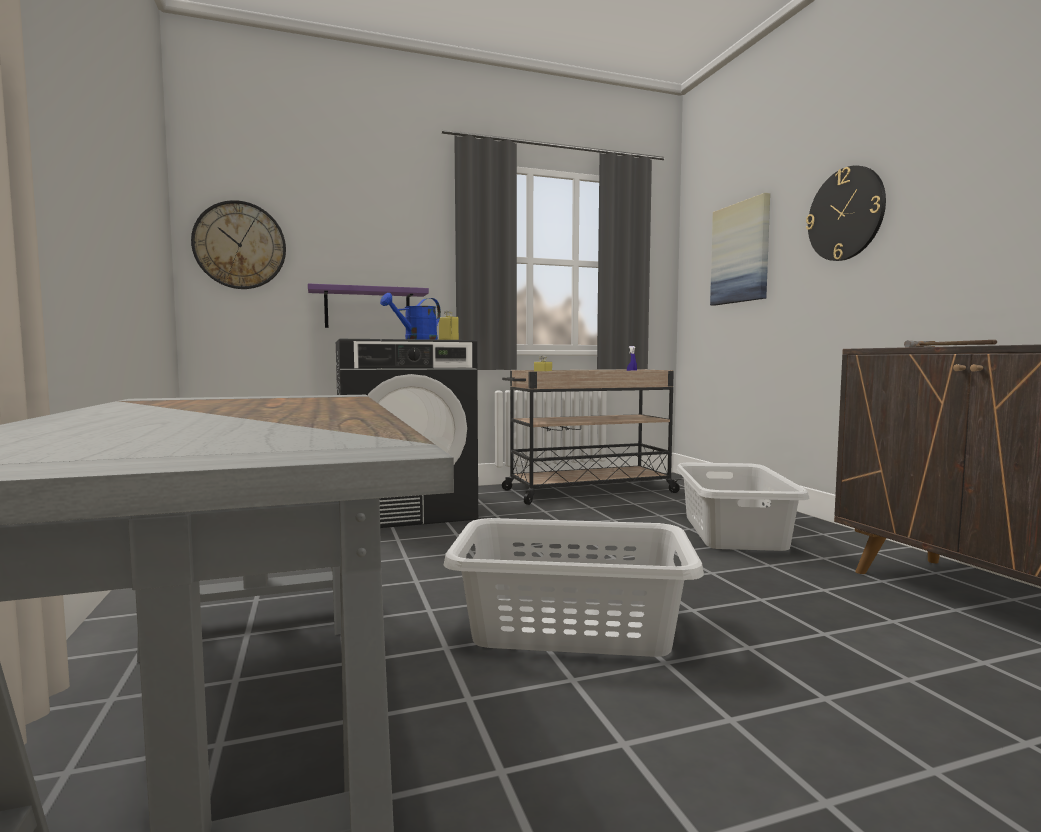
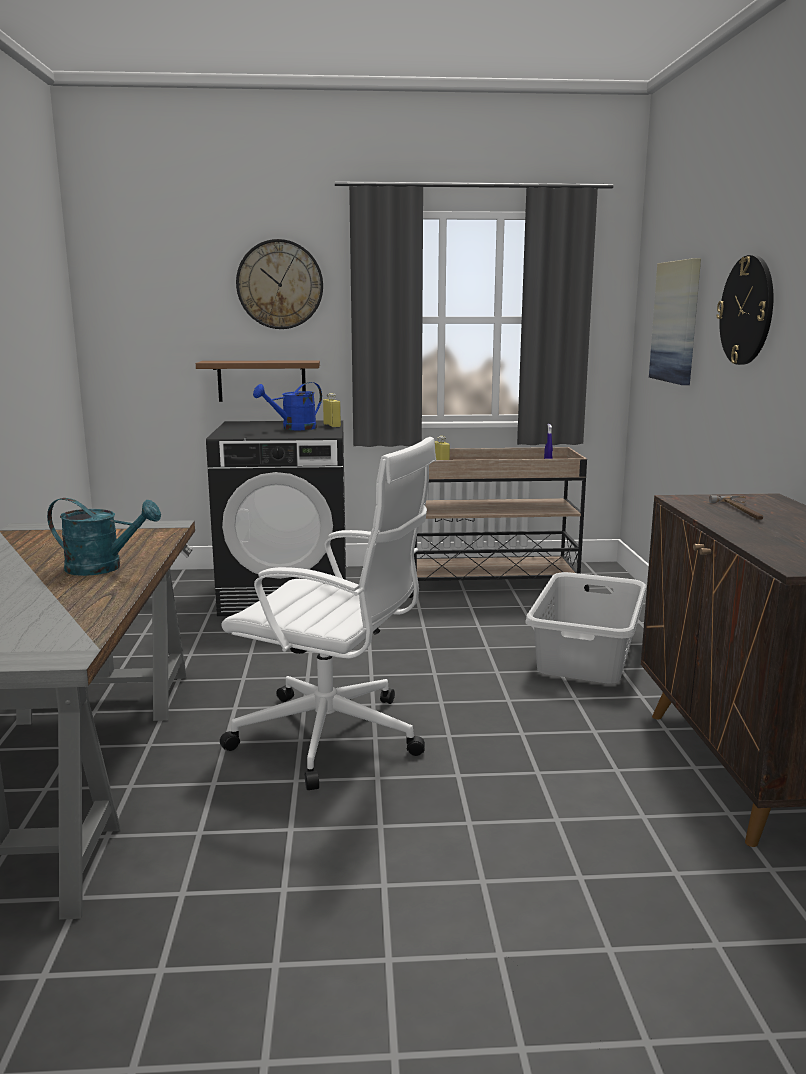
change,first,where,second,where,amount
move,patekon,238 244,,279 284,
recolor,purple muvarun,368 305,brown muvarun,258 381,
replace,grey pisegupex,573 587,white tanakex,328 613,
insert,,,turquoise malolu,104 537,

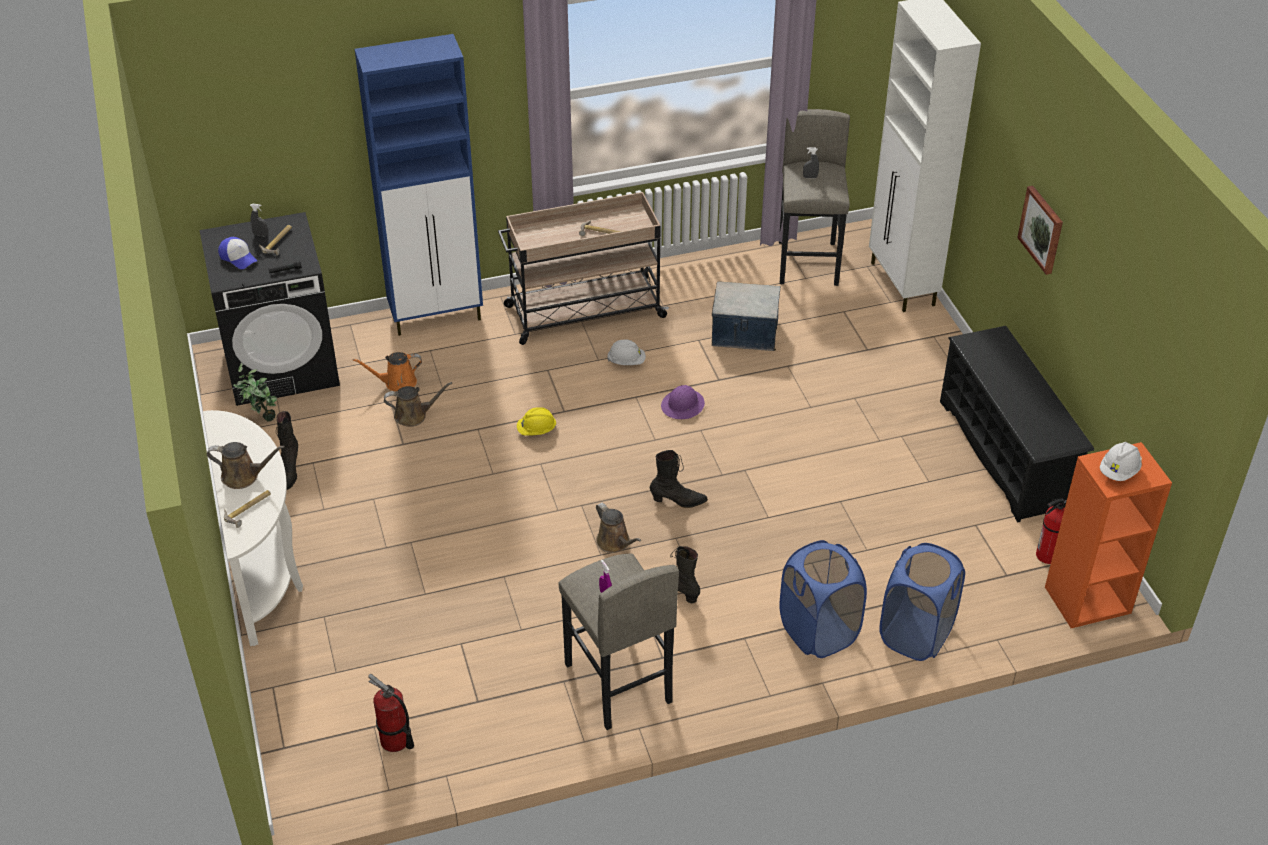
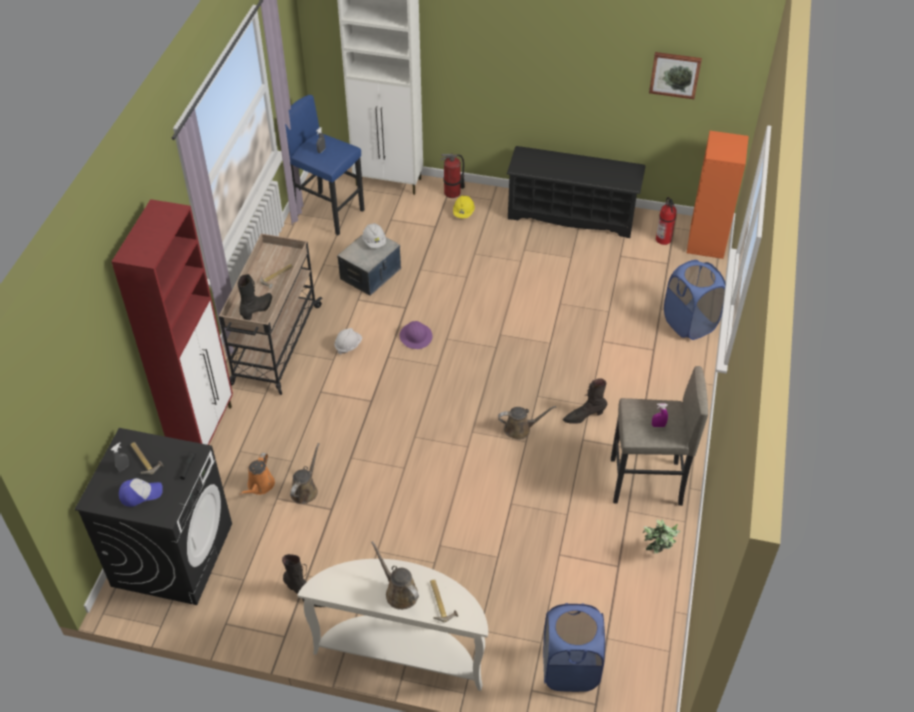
change,first,where,second,where,amount
recolor,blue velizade,419 185,red velizade,172 322,
recolor,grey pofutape,814 197,blue pofutape,324 165,
move,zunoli,1040 230,,675 75,
move,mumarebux,255 392,,662 537,
move,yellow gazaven,537 421,,464 206,
rotate,brown malolu,246 465,,395 575,75 degrees counterclockwise
move,white gazaven,1121 461,,374 235,
move,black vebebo,679 479,,255 297,
move,blue pisegupex,823 599,,574 647,
move,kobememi,391 713,,453 175,

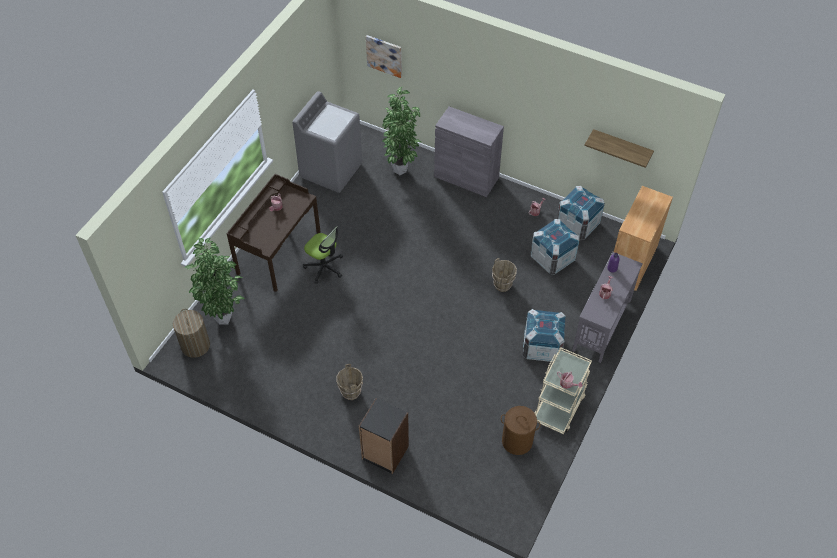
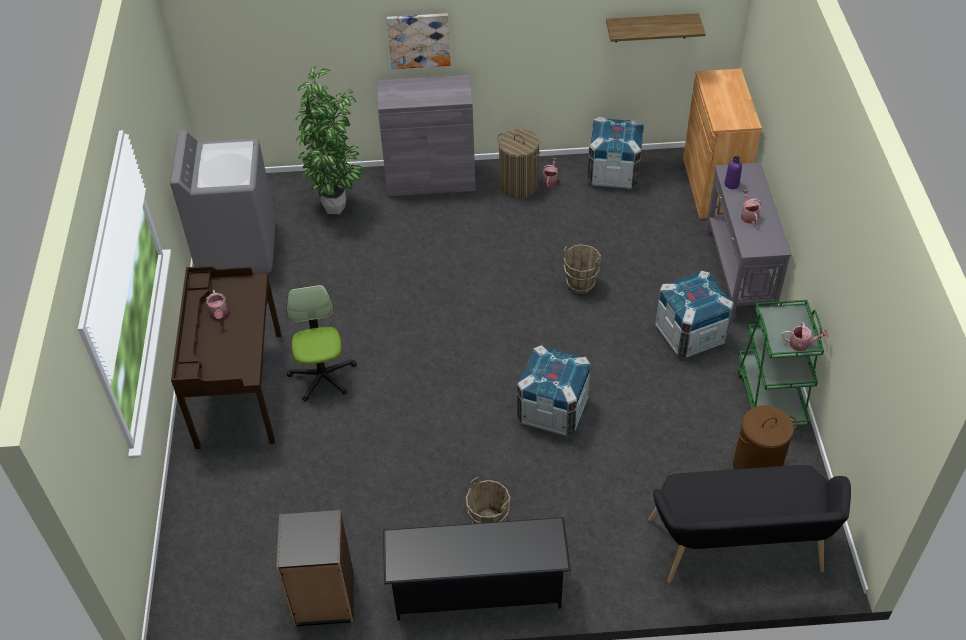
change,first,where,second,where,amount
move,zunoli,384 56,,419 41,
move,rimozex,555 246,,554 390,
rotate,tanakex,323 255,,322 343,105 degrees counterclockwise
delete,mumarebux,214 281,,,
move,pisegupex,191 333,,519 163,
recolor,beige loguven,563 390,green loguven,781 363,
move,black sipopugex,384 436,,315 568,
insert,,,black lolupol,749 524,
insert,,,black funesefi,477 568,

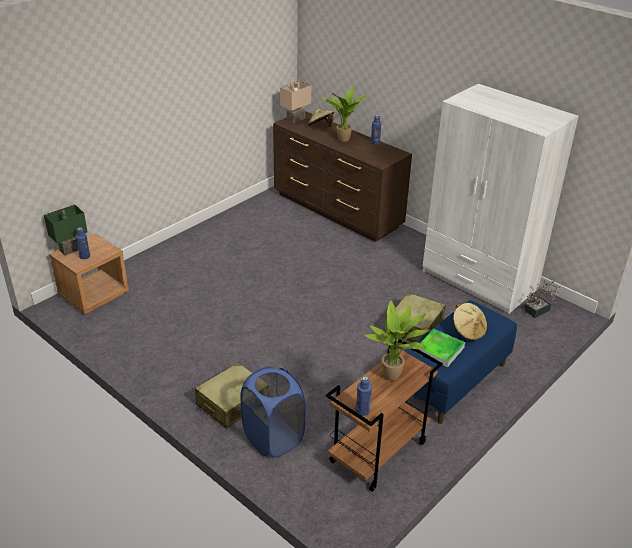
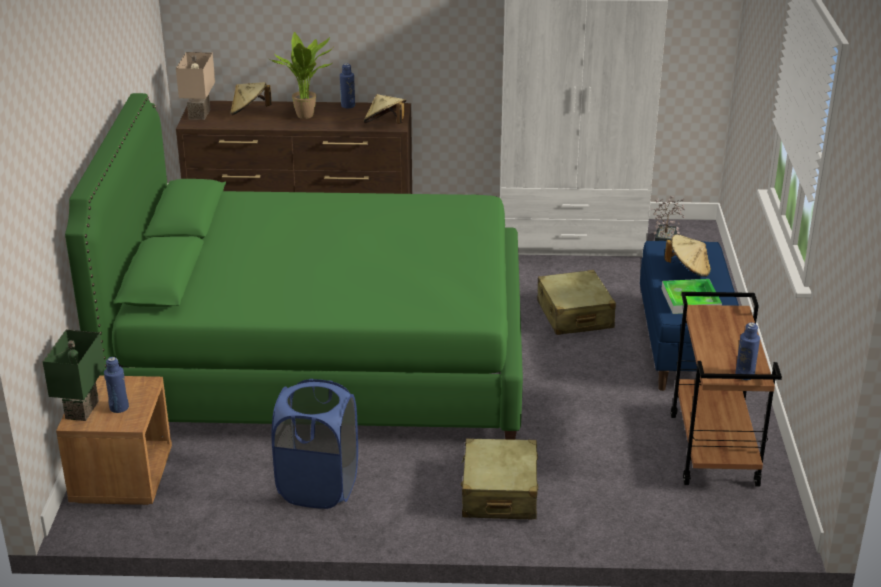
change,first,where,second,where,amount
delete,mumarebux,397 341,,,
move,blue pisegupex,272 412,,314 444,
insert,,,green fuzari,294 266,
insert,,,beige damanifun,385 109,

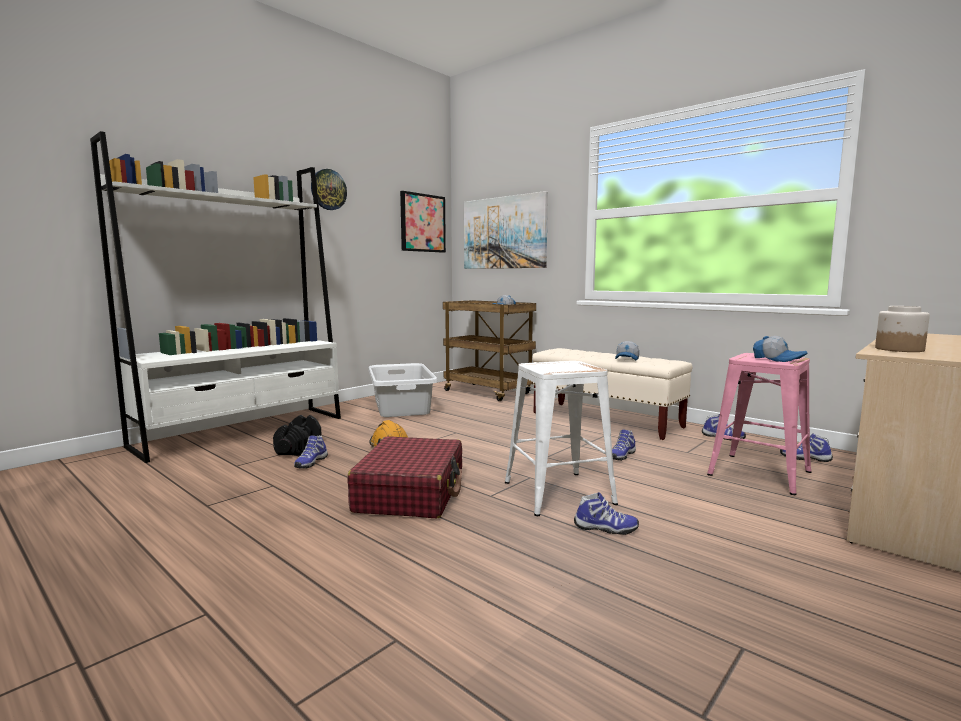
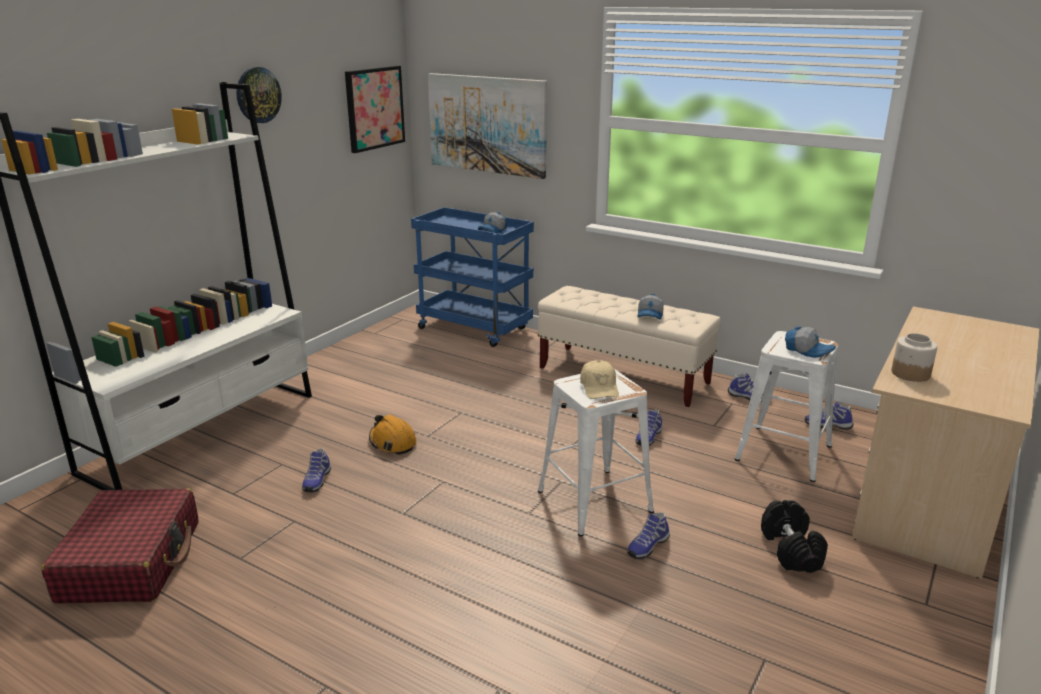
change,first,where,second,where,amount
recolor,brown loguven,489 350,blue loguven,472 277,
recolor,pink pofutape,759 424,white pofutape,786 406,
delete,grey pisegupex,403 390,,,
move,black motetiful,297 435,,794 536,
move,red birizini,405 477,,119 545,
rotate,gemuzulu,606 513,,648 536,135 degrees clockwise
insert,,,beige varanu,599 379,

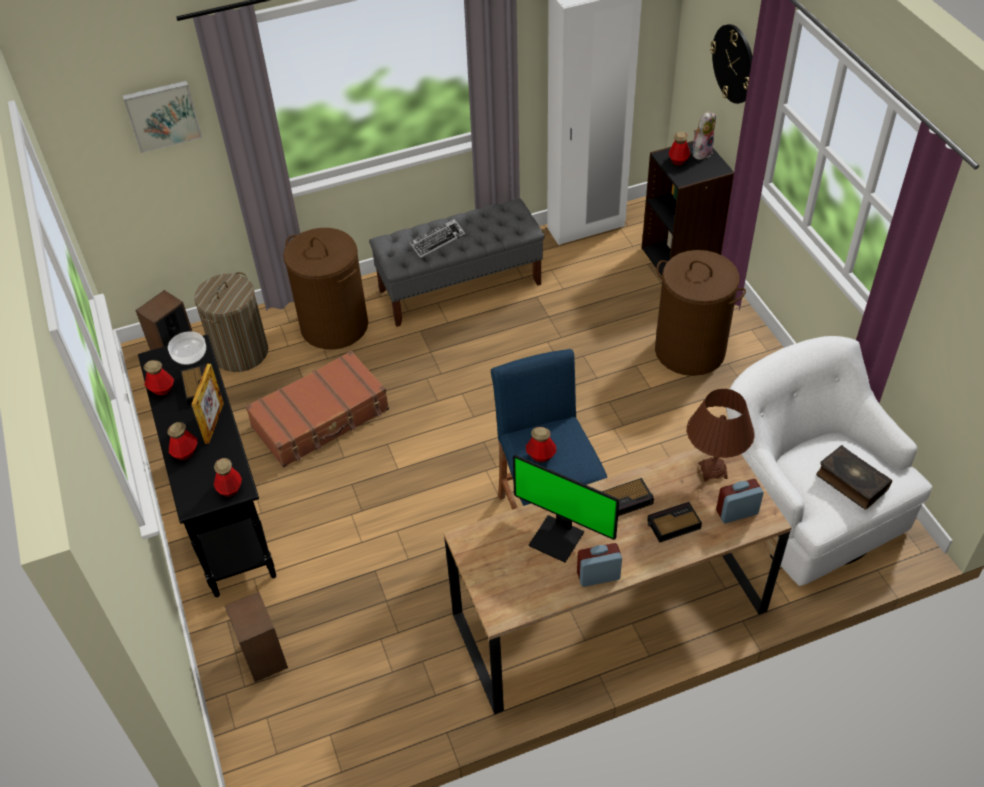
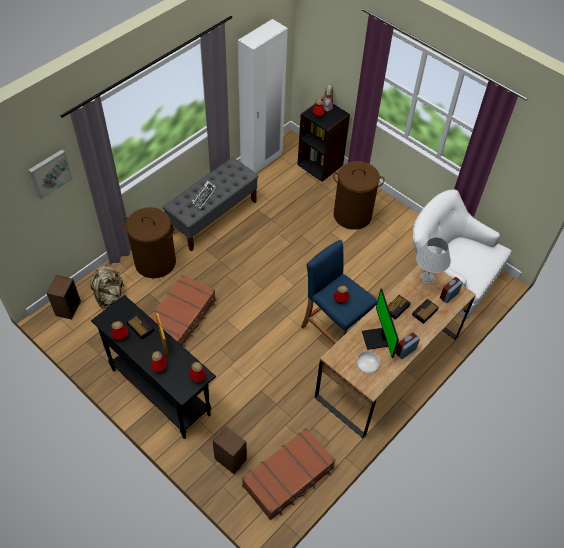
change,first,where,second,where,amount
delete,patekon,731 64,,,
replace,pisegupex,231 322,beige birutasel,107 287,
move,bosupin,187 348,,368 362,
recolor,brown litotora,721 435,white litotora,433 261,
delete,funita,854 477,,,
rotate,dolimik,566 509,,380 323,75 degrees clockwise
insert,,,brown birizini,288 474,

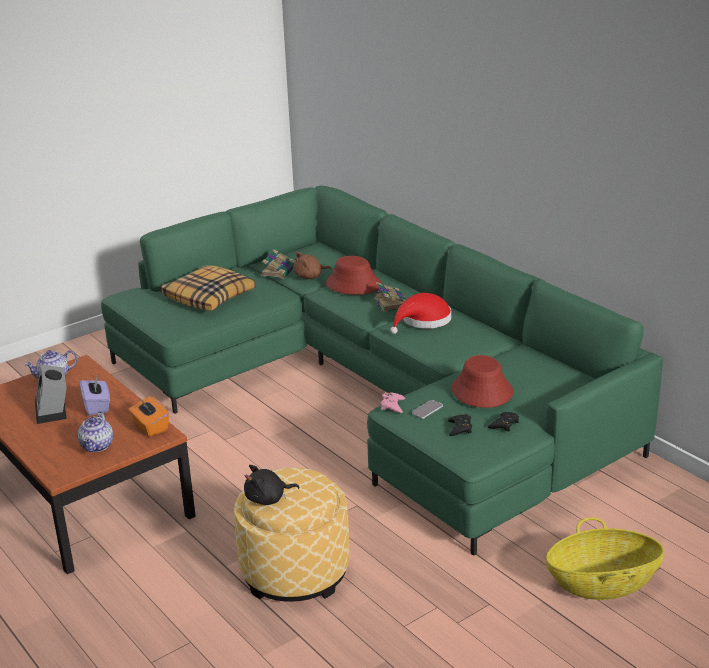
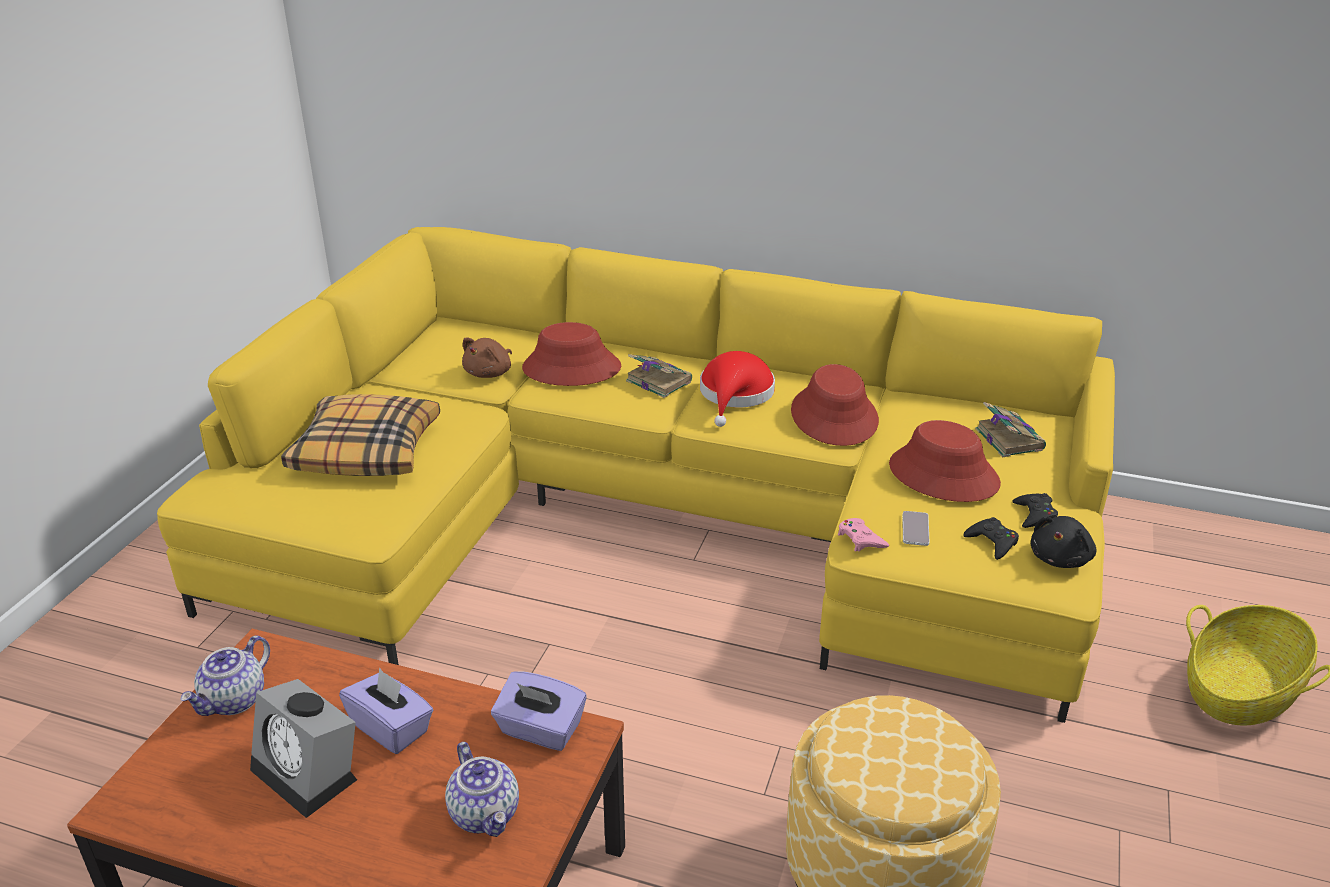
change,first,where,second,where,amount
recolor,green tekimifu,382 370,yellow tekimifu,636 475,
move,funita,278 264,,1010 429,
recolor,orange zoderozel,149 416,purple zoderozel,539 711,
move,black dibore,272 485,,1063 542,
insert,,,red damanifun,835 405,

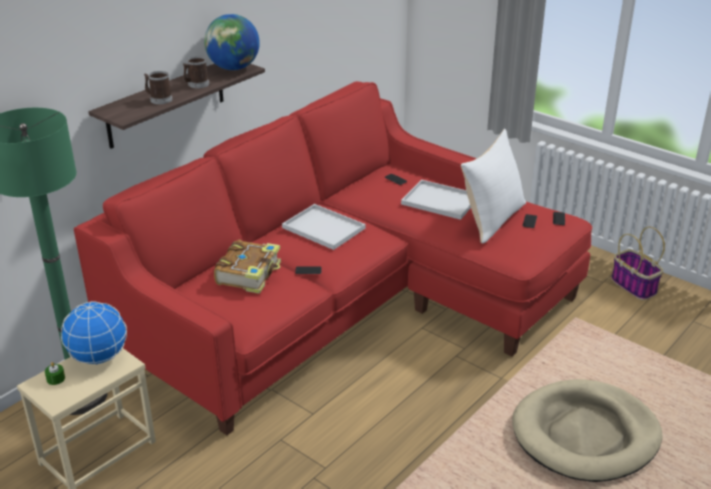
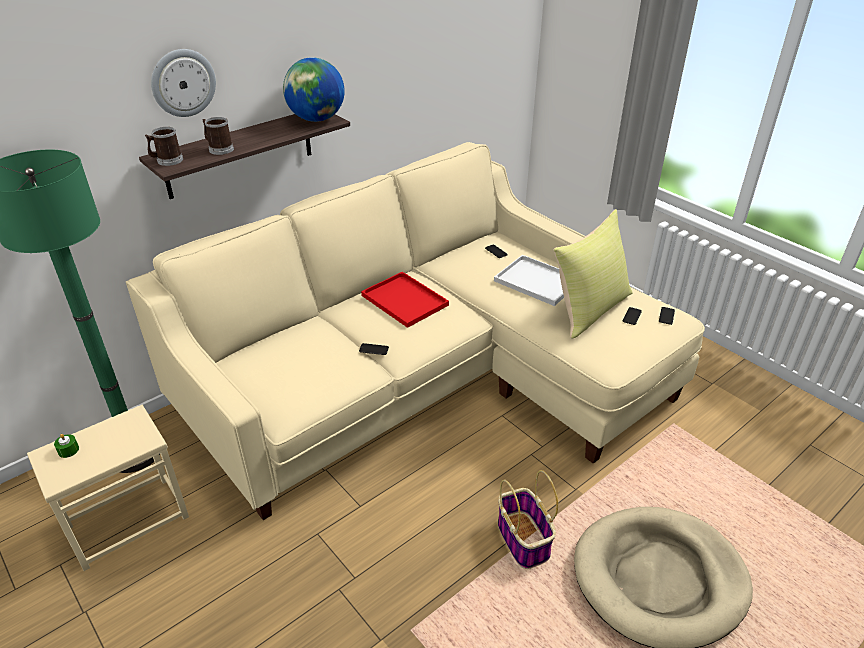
change,first,where,second,where,amount
move,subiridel,196 72,,164 146,
recolor,red tekimifu,333 258,beige tekimifu,415 331,
recolor,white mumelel,493 186,yellow mumelel,593 273,
recolor,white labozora,324 227,red labozora,405 300,
move,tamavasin,638 263,,528 519,
delete,funita,247 267,,,
delete,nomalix,94 333,,,
insert,,,patekon,183 83,

